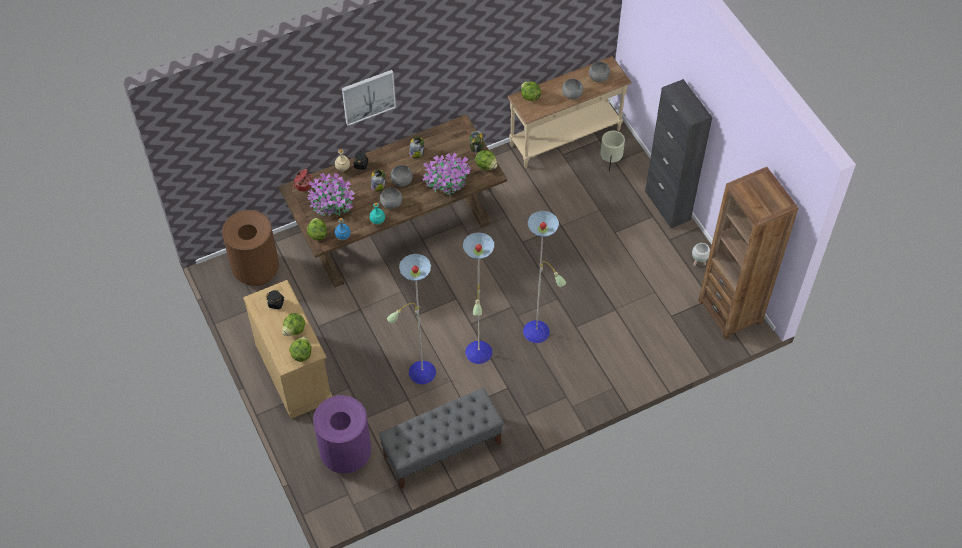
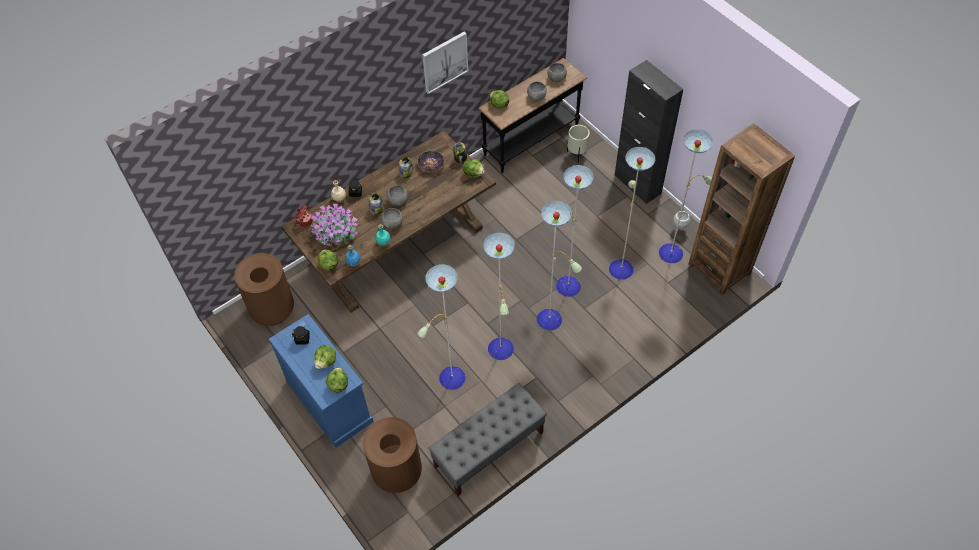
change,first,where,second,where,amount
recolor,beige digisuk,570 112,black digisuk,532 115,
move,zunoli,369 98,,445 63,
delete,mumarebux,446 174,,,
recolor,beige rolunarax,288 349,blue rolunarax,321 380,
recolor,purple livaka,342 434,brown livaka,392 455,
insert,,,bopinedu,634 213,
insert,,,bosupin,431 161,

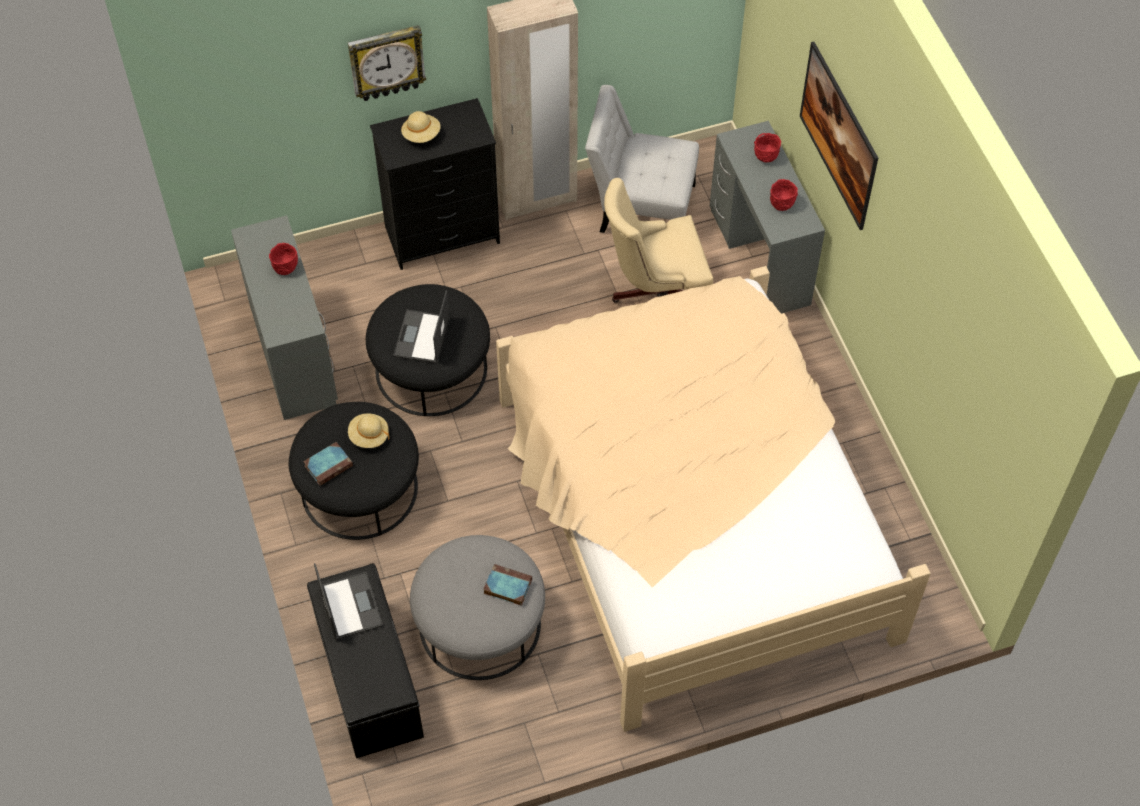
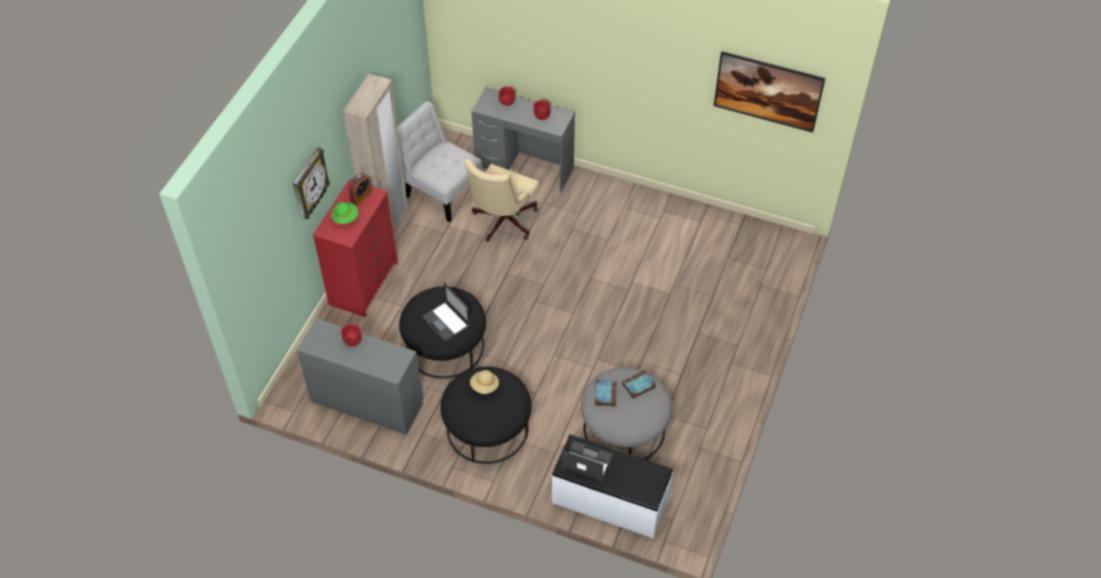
change,first,where,second,where,amount
move,zunoli,839 136,,769 92,
rotate,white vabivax,642 159,,439 161,75 degrees clockwise
recolor,black rolunarax,435 184,red rolunarax,355 248,
recolor,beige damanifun,421 127,green damanifun,344 213,
delete,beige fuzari,713 499,,,
move,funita,328 464,,606 393,
recolor,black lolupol,365 660,white lolupol,612 487,
insert,,,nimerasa,360 189,

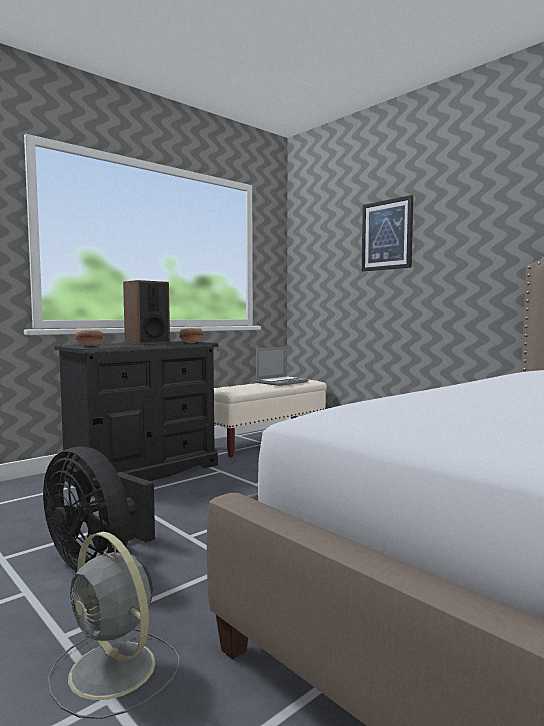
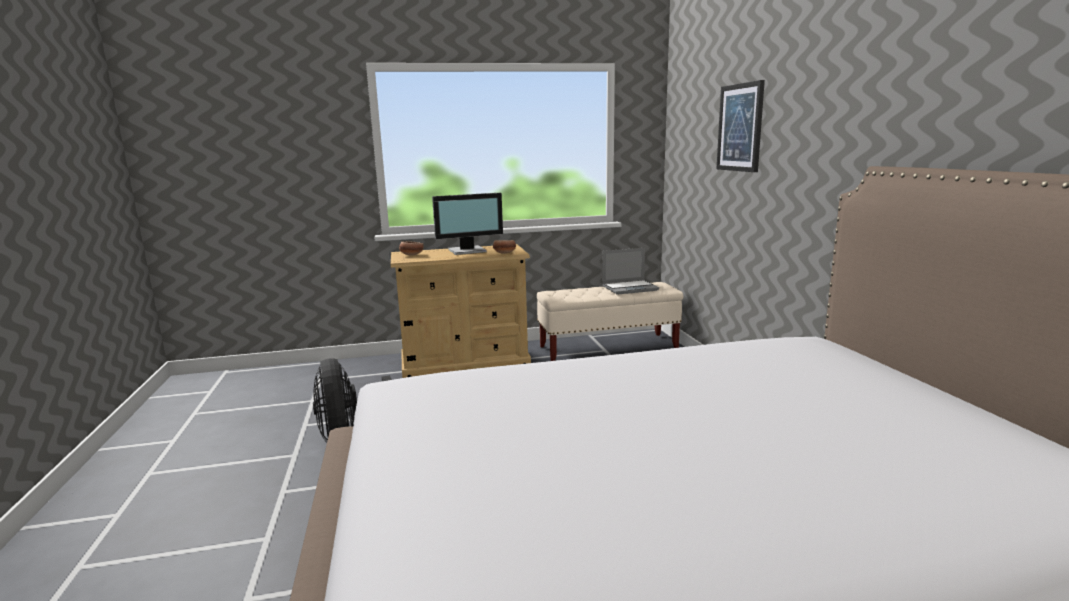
change,first,where,second,where,amount
replace,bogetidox,146 312,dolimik,467 224,
recolor,black rolunarax,136 418,beige rolunarax,461 311,
delete,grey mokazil,113 625,,,

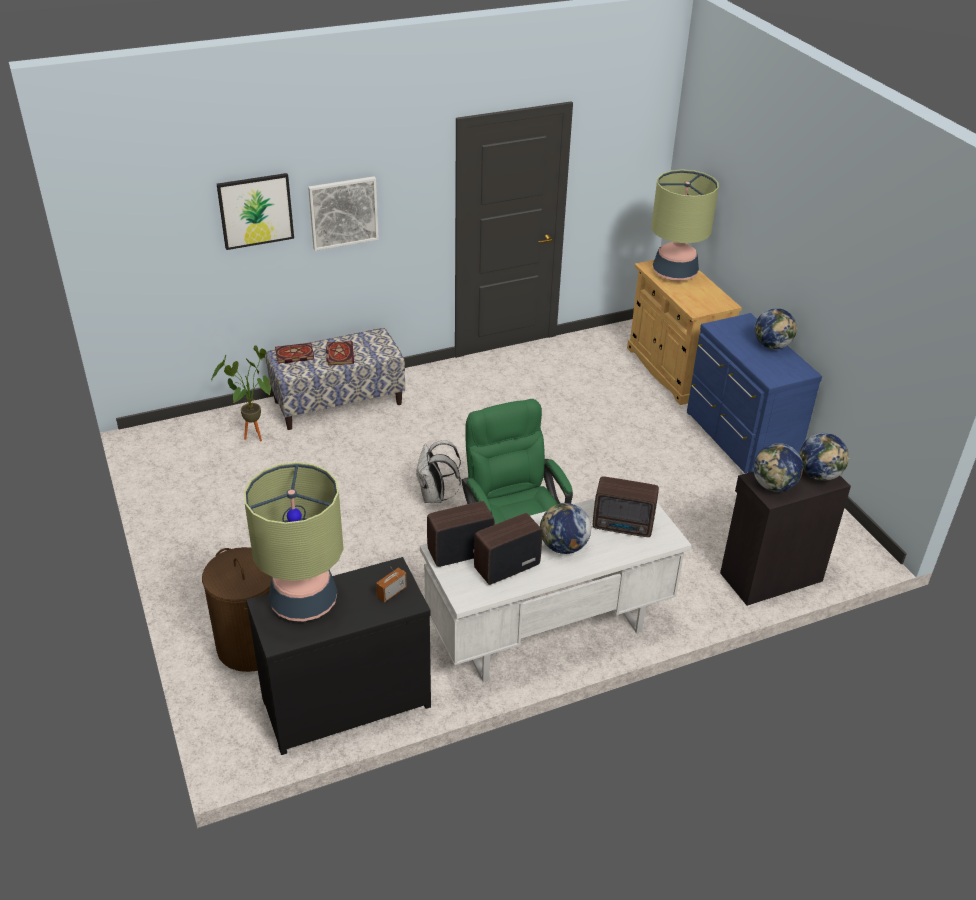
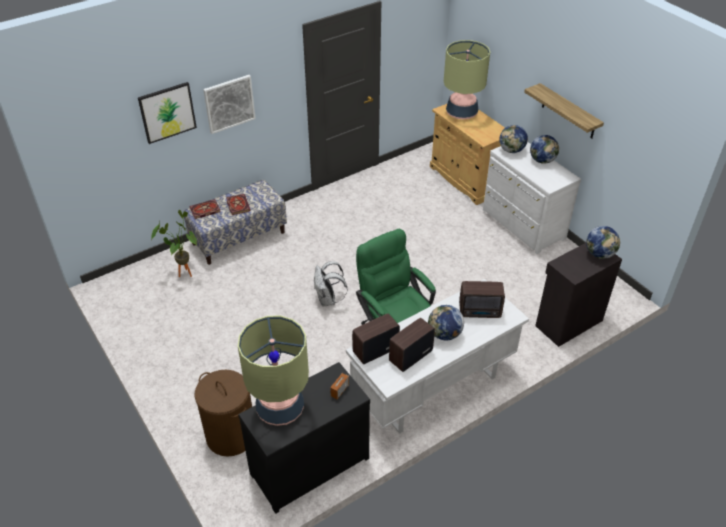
change,first,where,second,where,amount
recolor,blue rolunarax,754 393,white rolunarax,532 198,
move,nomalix,778 467,,513 139,
insert,,,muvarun,564 111,

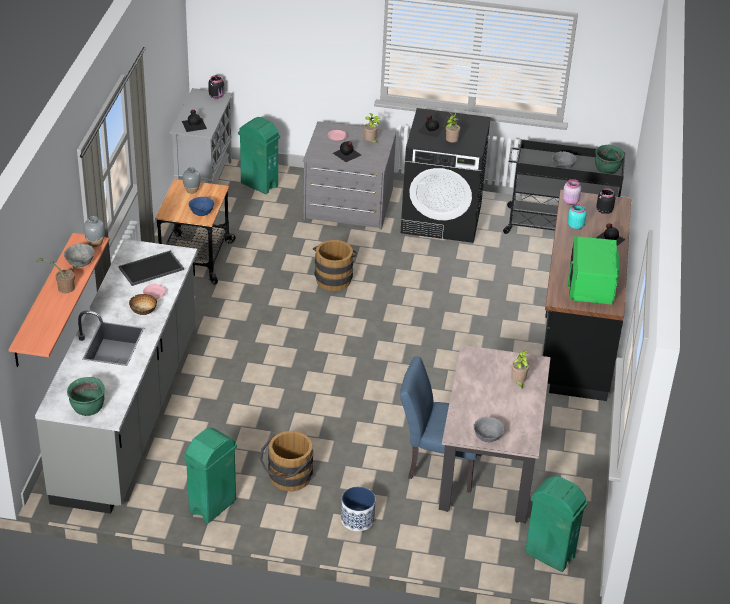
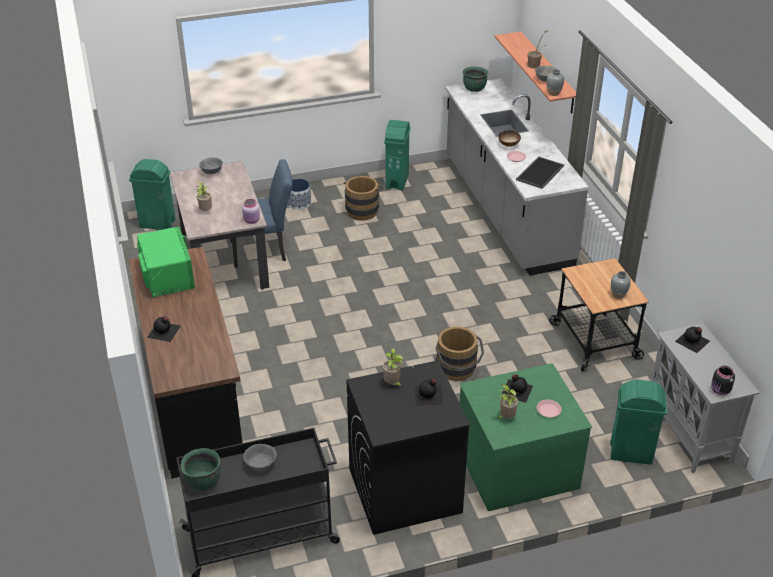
change,first,where,second,where,amount
recolor,grey rolunarax,349 175,green rolunarax,526 437,
move,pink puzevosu,572 192,,251 211,
delete,black puzevosu,605 201,,,
delete,blue bosupin,201 206,,,
delete,turquoise puzevosu,577 217,,,

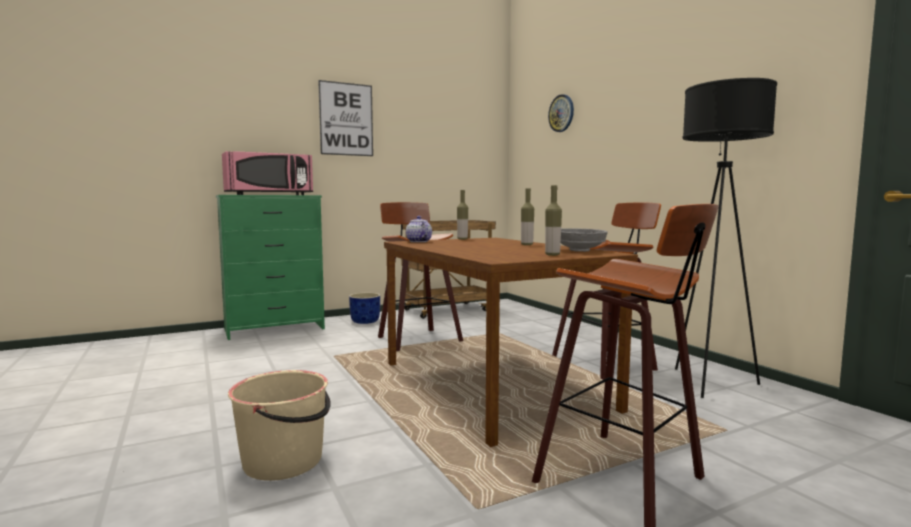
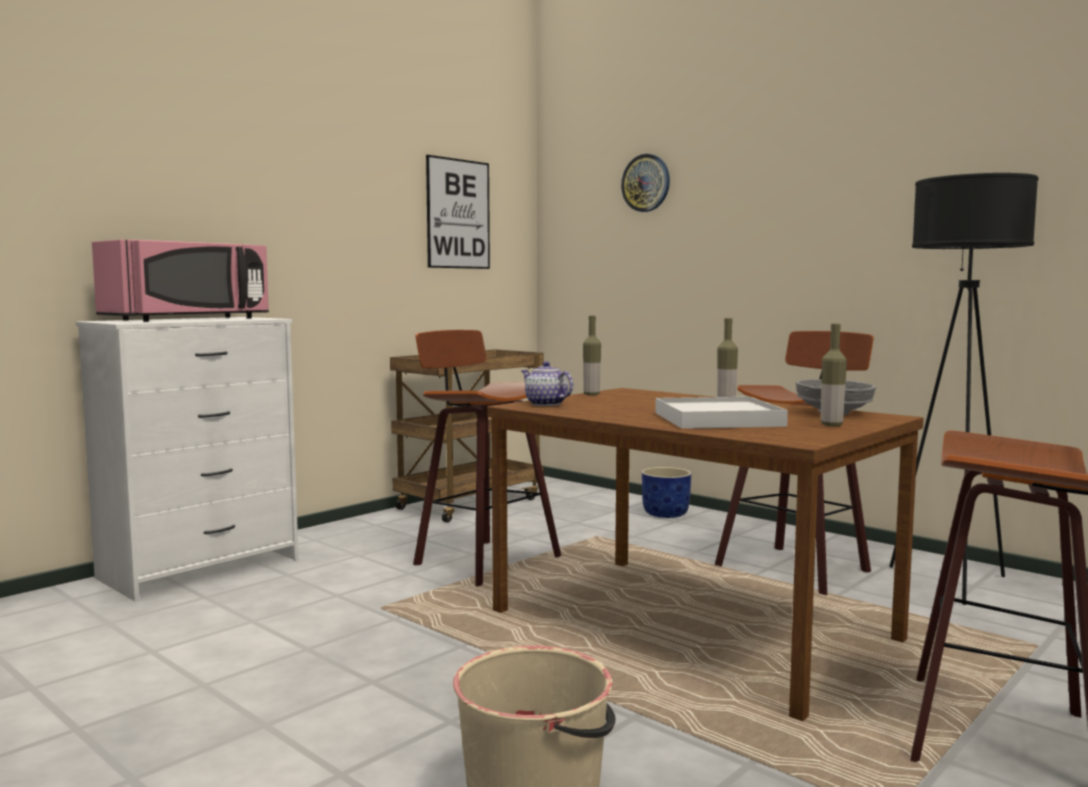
change,first,where,second,where,amount
move,zunoli,345 118,,458 212,
recolor,green rolunarax,270 267,white rolunarax,187 459,
move,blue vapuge,364 308,,666 492,
insert,,,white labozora,721 413,

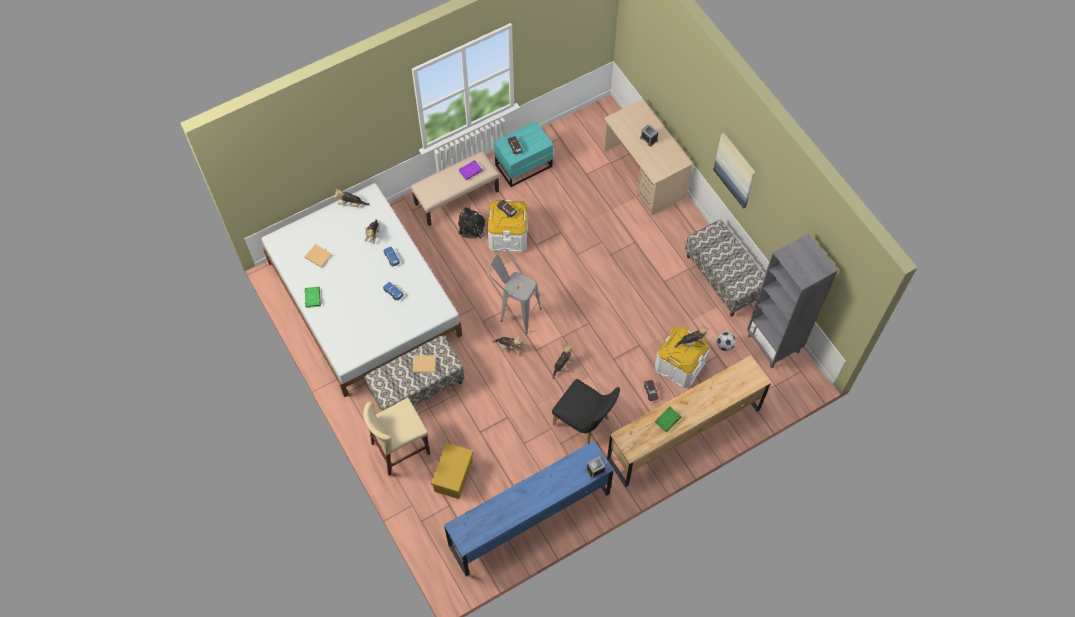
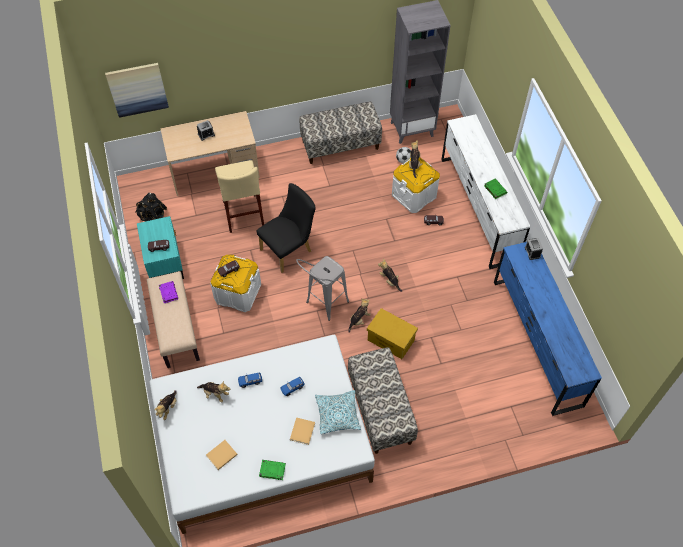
change,first,where,second,where,amount
move,zunoli,734 171,,137 90,
move,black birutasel,471 223,,151 207,
move,beige funita,424 364,,302 431,
recolor,brown rolunarax,689 421,white rolunarax,485 191,
move,black vabivax,586 411,,286 228,
move,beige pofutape,396 437,,239 196,
move,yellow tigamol,452 471,,392 333,
insert,,,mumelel,338 412,

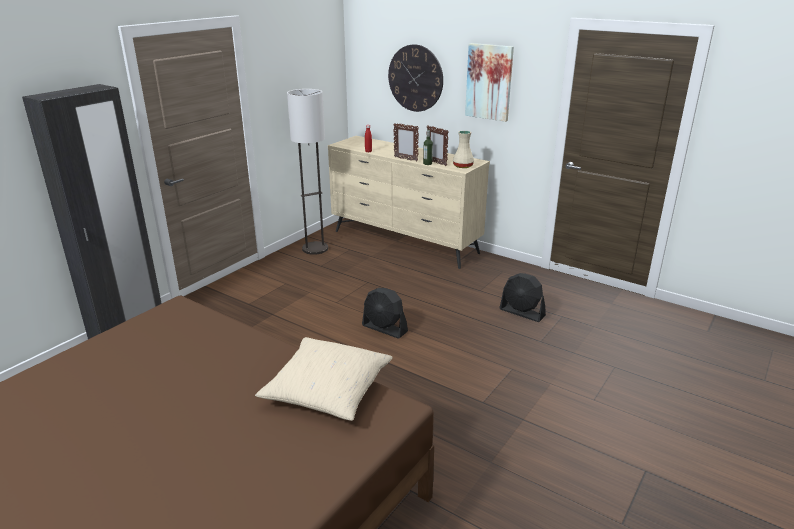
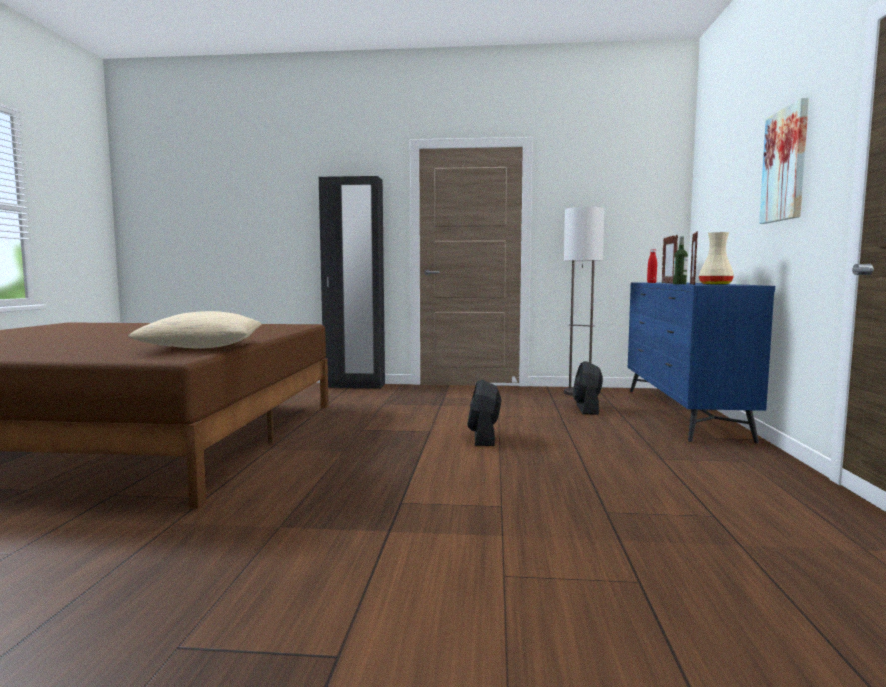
change,first,where,second,where,amount
delete,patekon,415 78,,,
recolor,beige rolunarax,409 202,blue rolunarax,701 363,
move,black mokazil,522 297,,588 388,

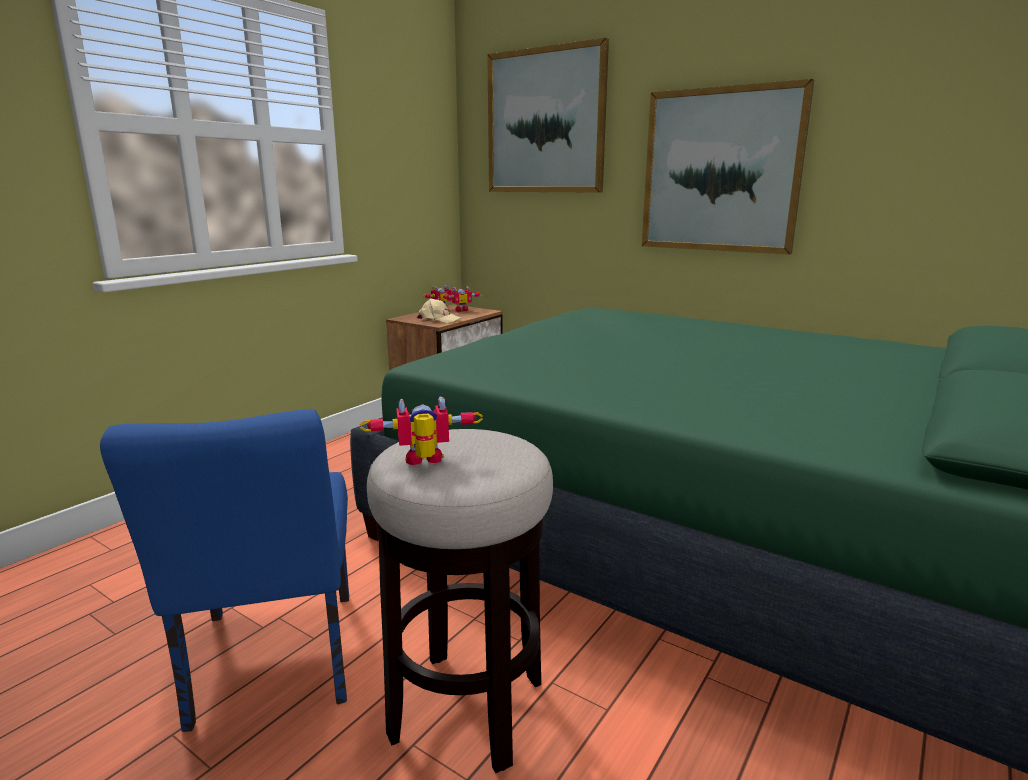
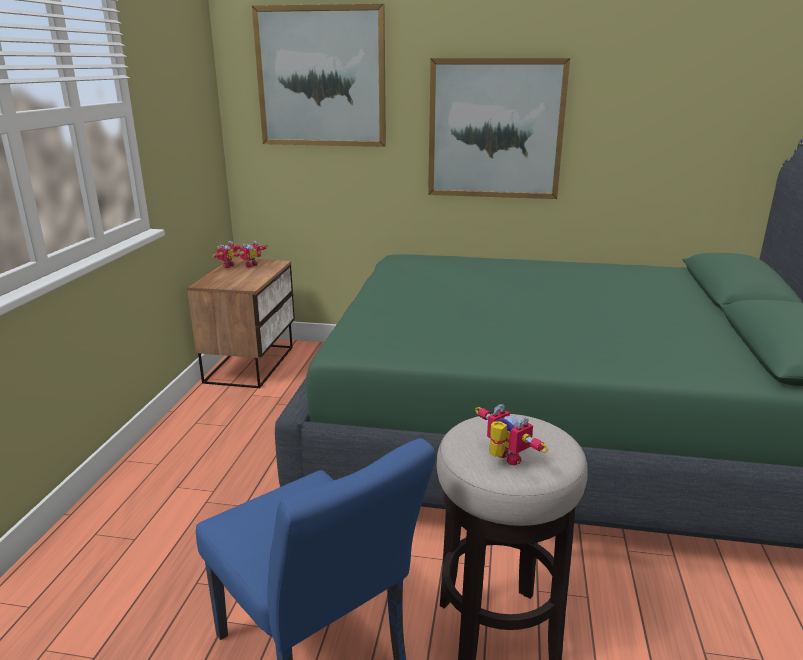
change,first,where,second,where,amount
delete,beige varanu,439 311,,,
rotate,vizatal,421 430,,511 435,90 degrees clockwise

